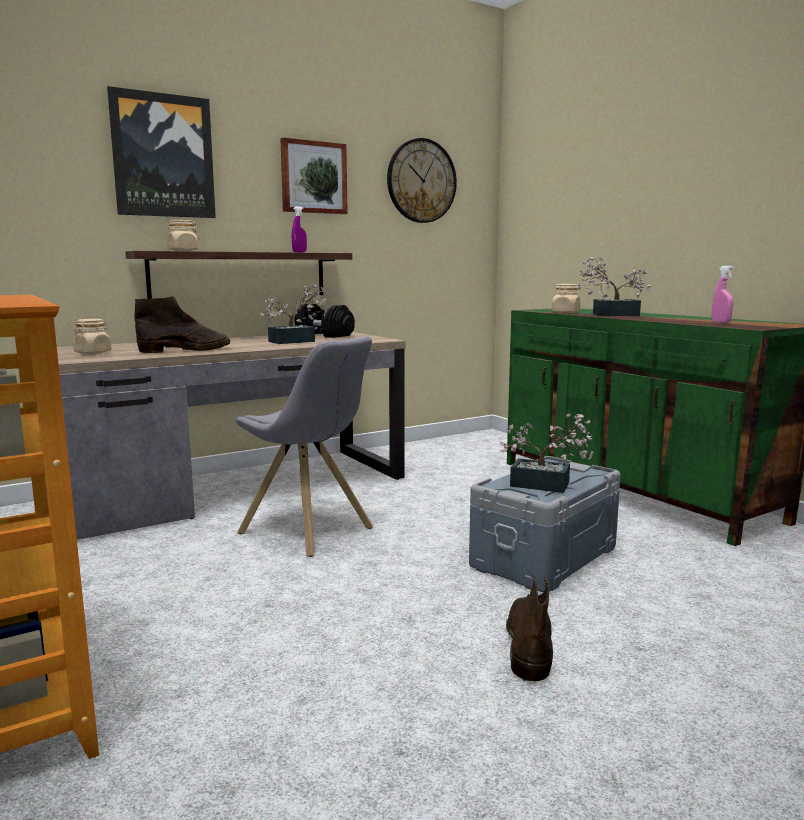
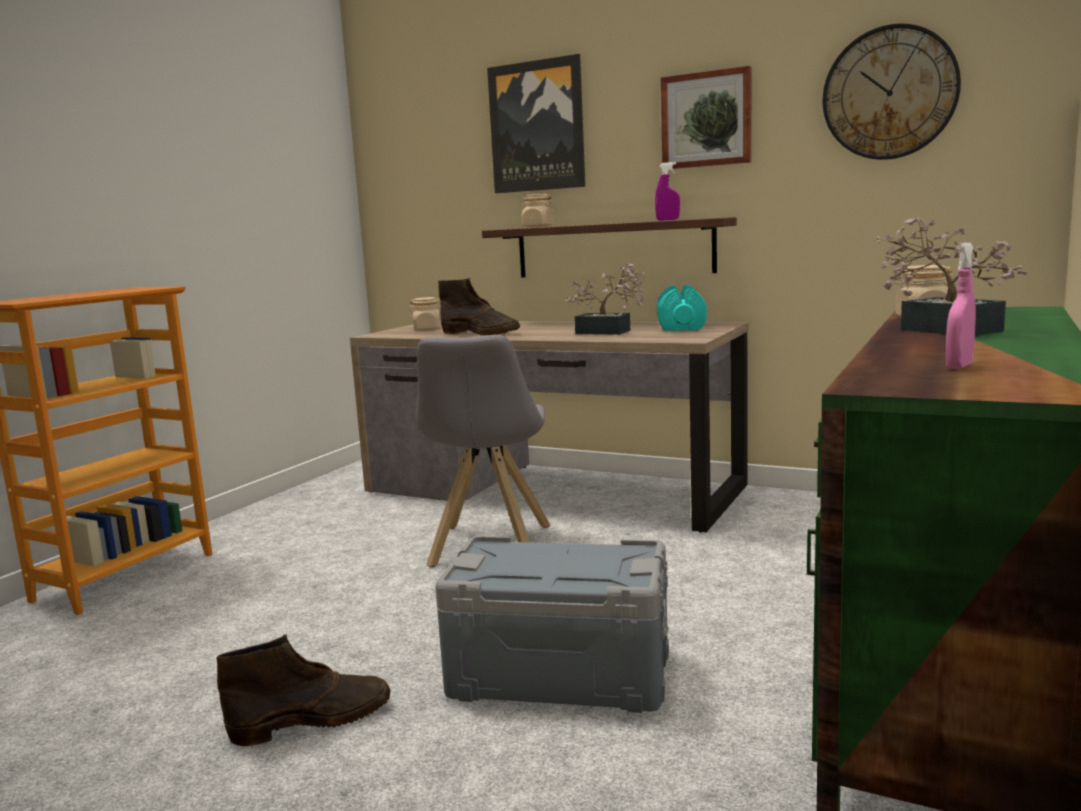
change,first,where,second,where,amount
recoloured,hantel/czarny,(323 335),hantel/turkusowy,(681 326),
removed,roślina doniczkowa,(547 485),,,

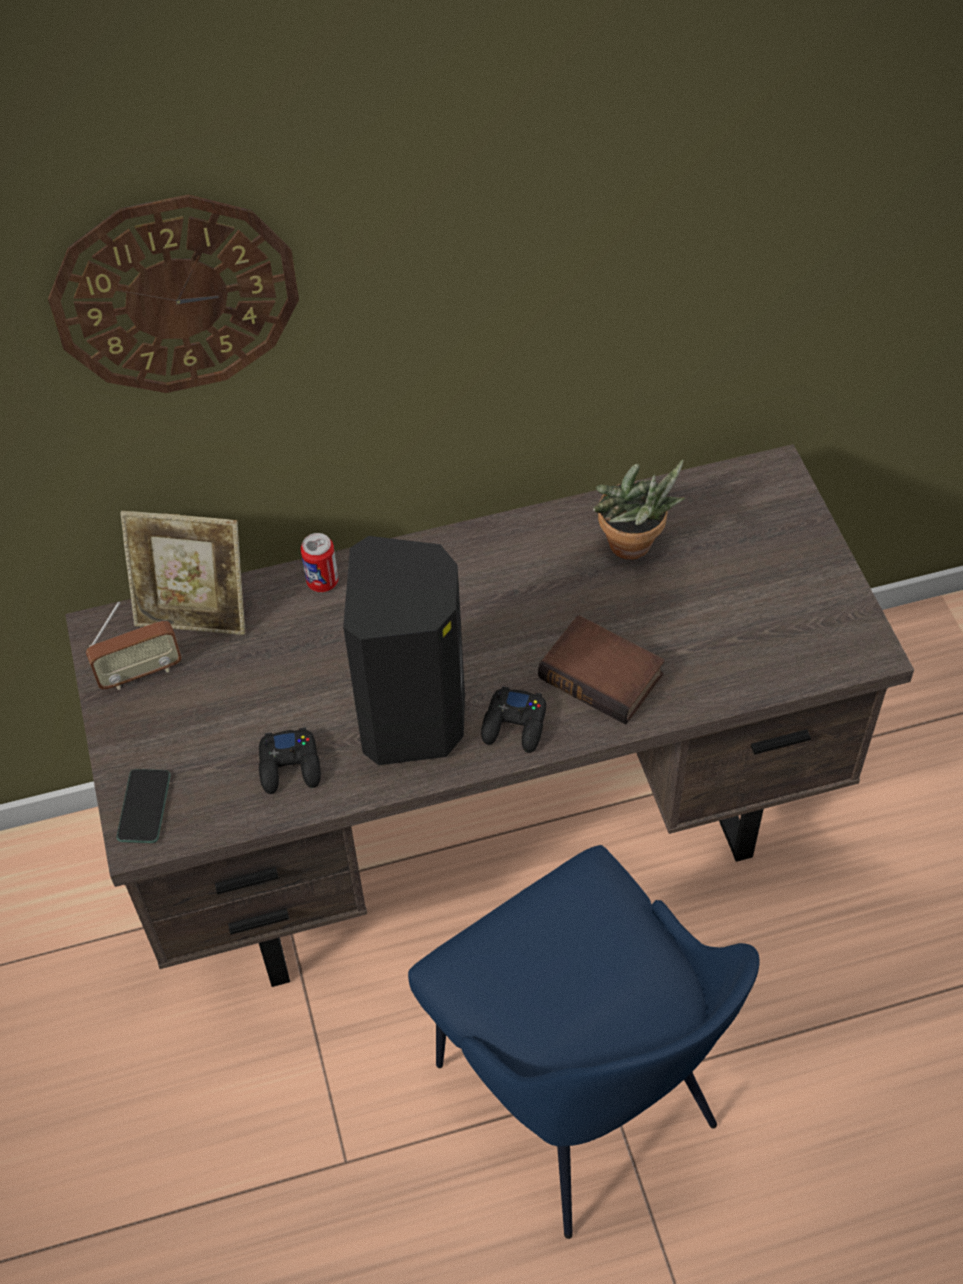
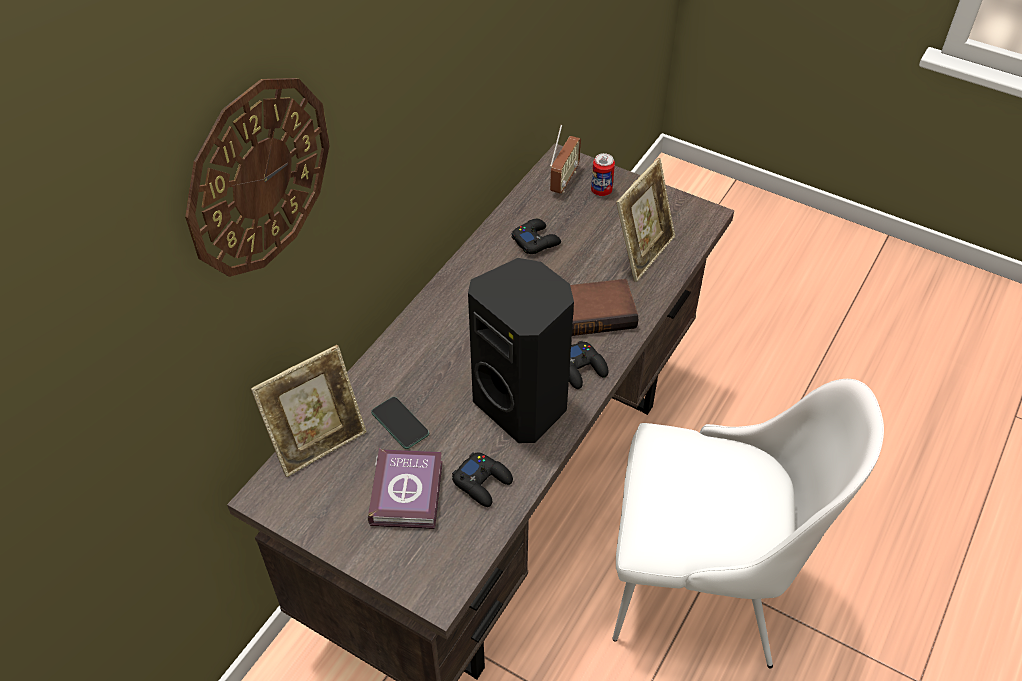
change,first,where,second,where,amount
moved,radio,(140 673),,(564 180),
moved,telefon,(144 807),,(400 423),
moved,puszka,(322 582),,(601 191),
recoloured,krzesło/niebieski,(578 1095),krzesło/biały,(699 592),
replaced,roślina doniczkowa,(633 549),pad do gier/czarny,(536 241),
added,,,książka,(408 491),
added,,,ramka na zdjęcie,(642 252),

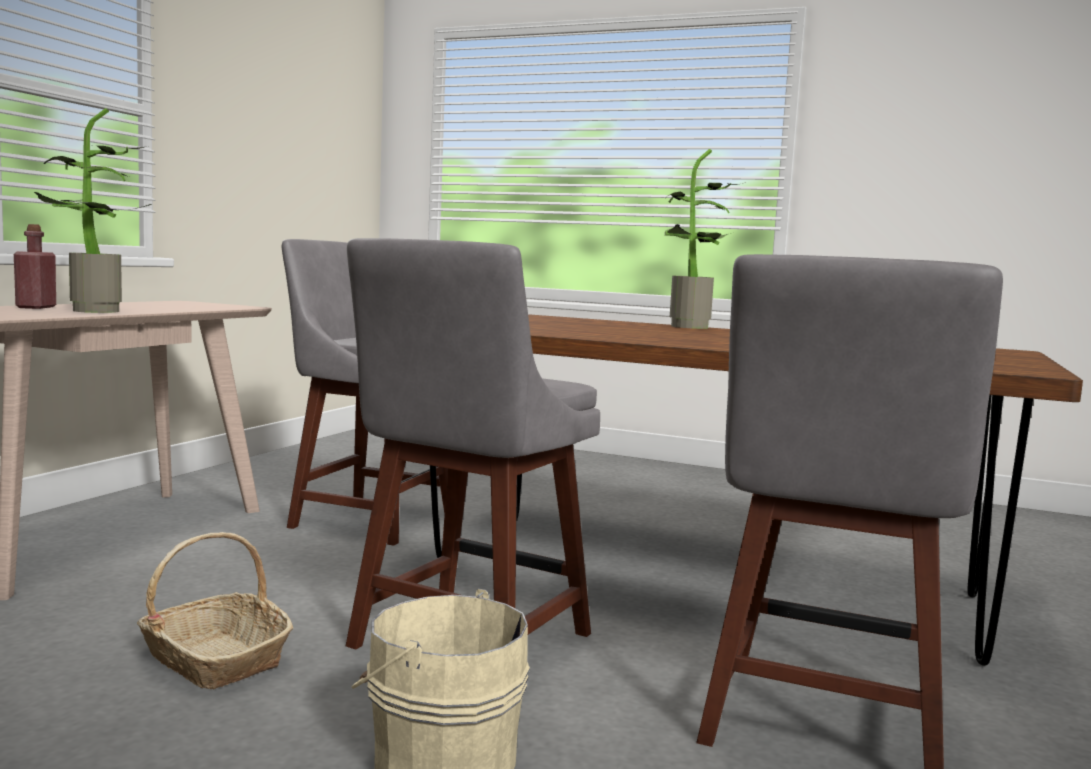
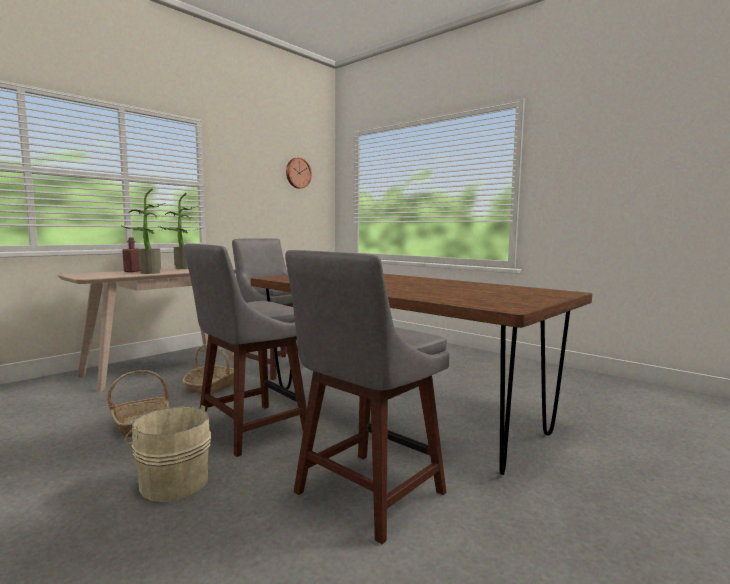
change,first,where,second,where,amount
moved,roślina doniczkowa,(690 327),,(182 268),
added,,,koszyk,(212 387),
added,,,zegar ścienny,(297 173),

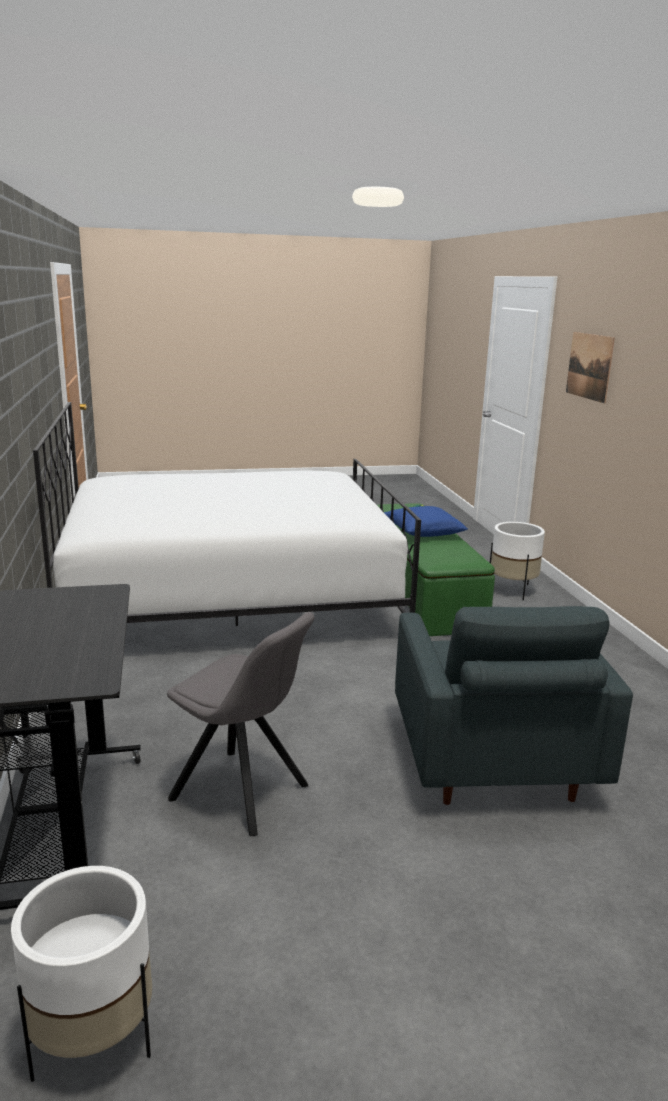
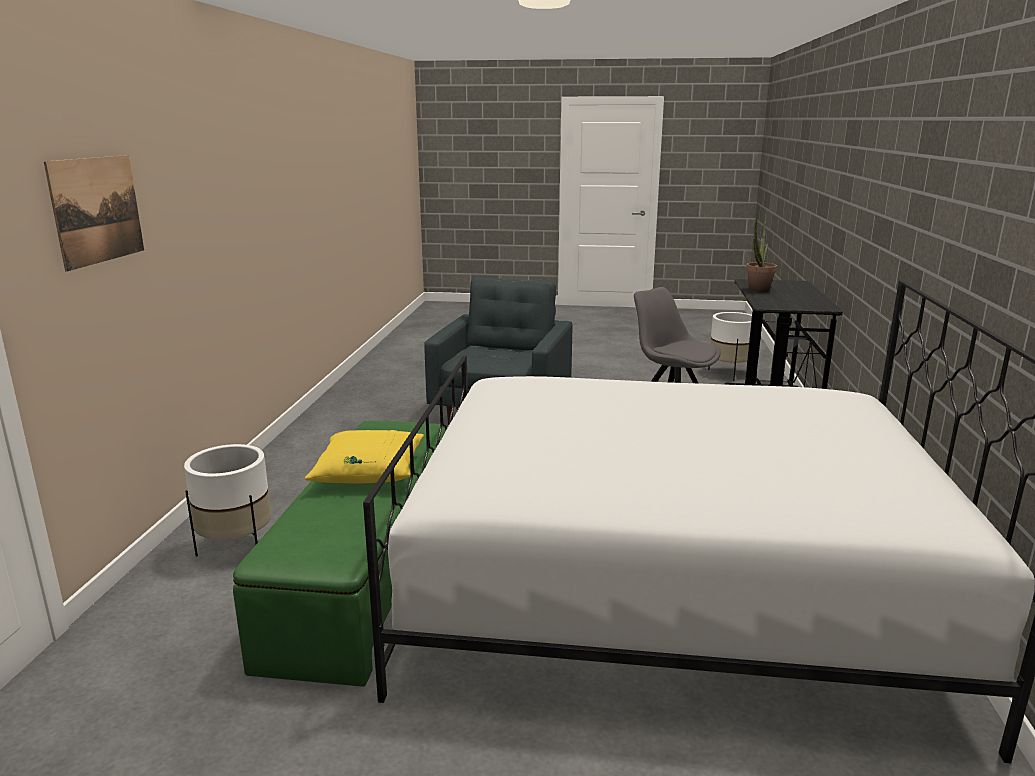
change,first,where,second,where,amount
recoloured,poduszka/niebieski,(423 533),poduszka/żółty,(369 474),
added,,,roślina doniczkowa,(757 291),

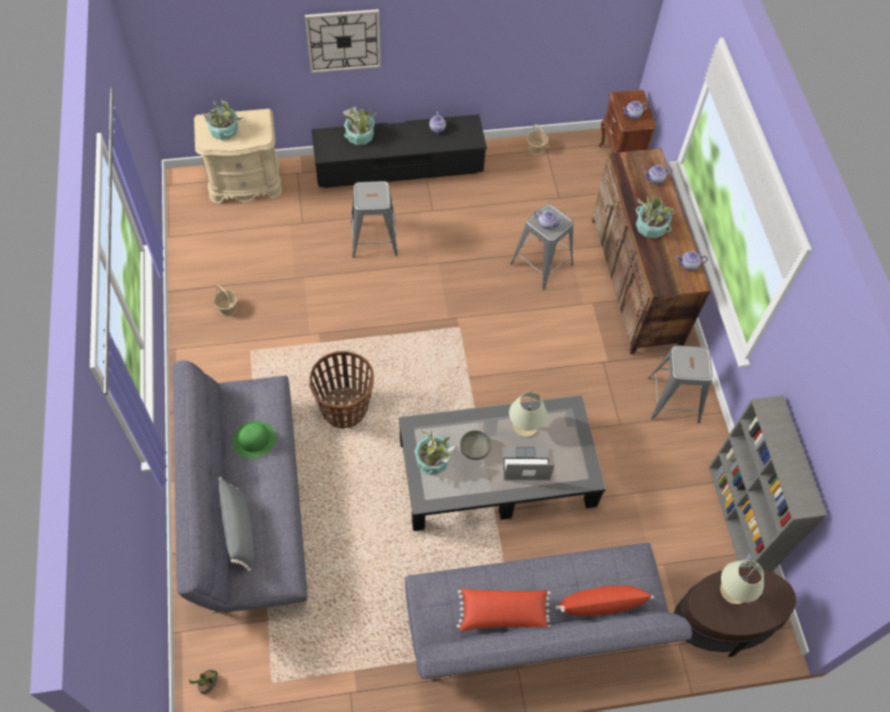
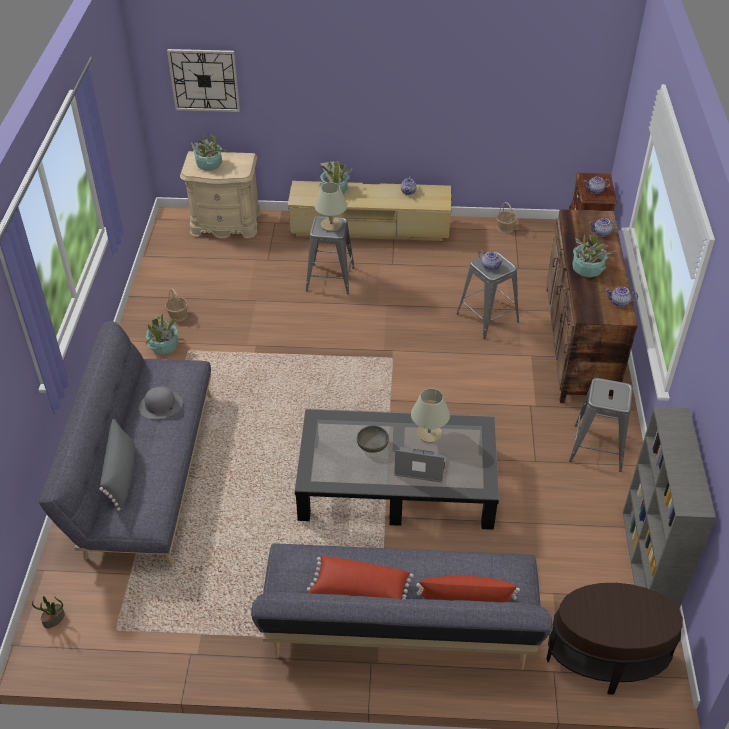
change,first,where,second,where,amount
recoloured,kapelusz/zielony,(254 440),kapelusz/szary,(160 405),
moved,zegar ścienny,(343 40),,(204 80),
removed,koszyk,(344 408),,,
recoloured,szafka pod telewizor/czarny,(399 167),szafka pod telewizor/beżowy,(370 228),
moved,roślina doniczkowa,(432 461),,(164 346),
moved,lampa stołowa/beżowy,(733 591),,(331 225),

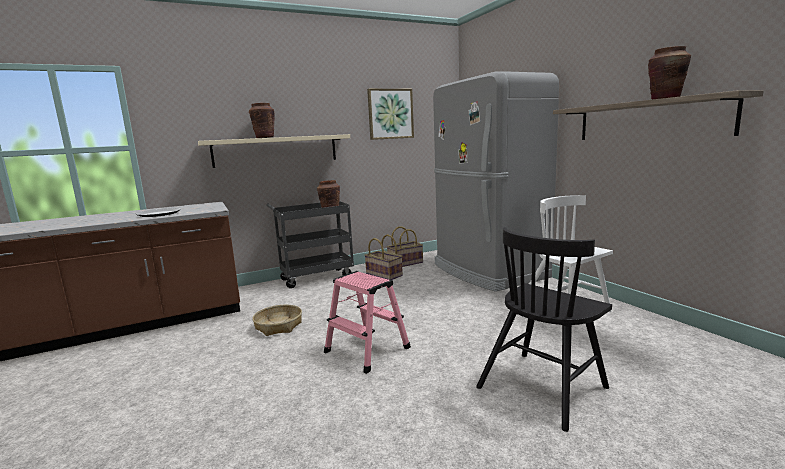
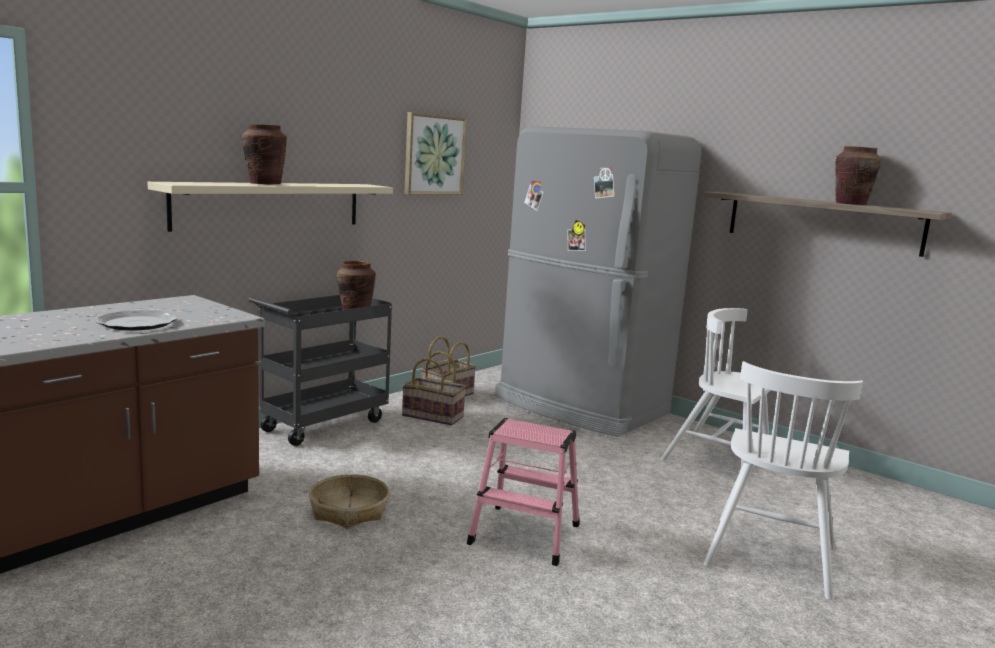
change,first,where,second,where,amount
recoloured,krzesło/czarny,(545 384),krzesło/biały,(771 551),

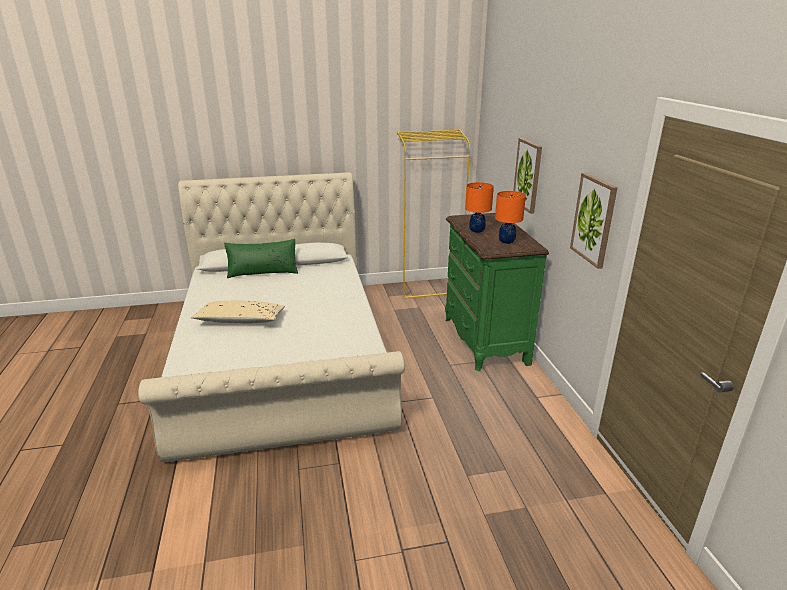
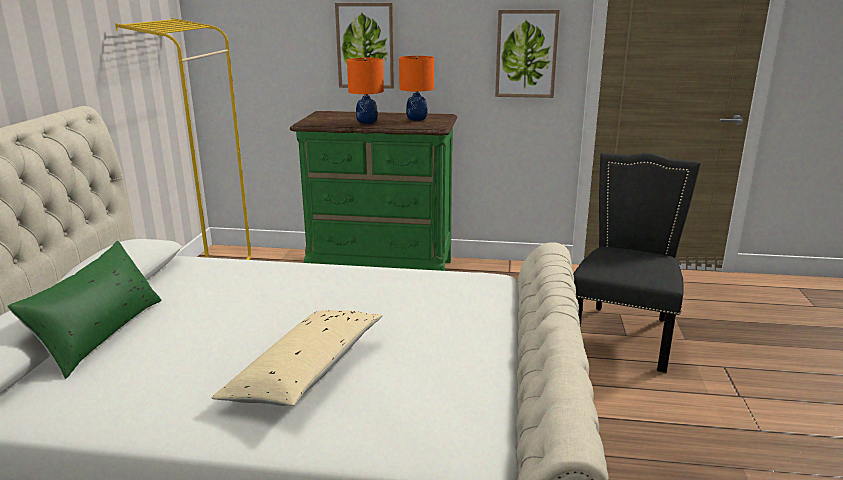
change,first,where,second,where,amount
added,,,krzesło/czarny,(623 338),

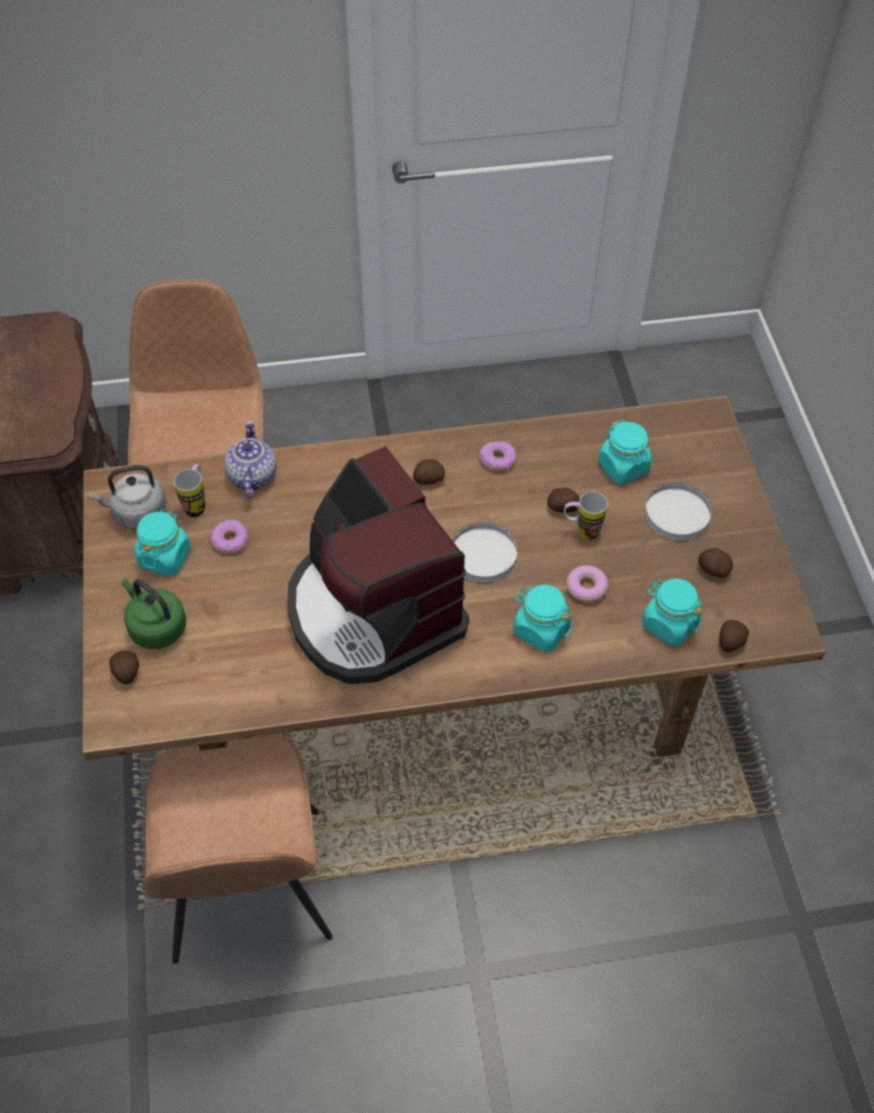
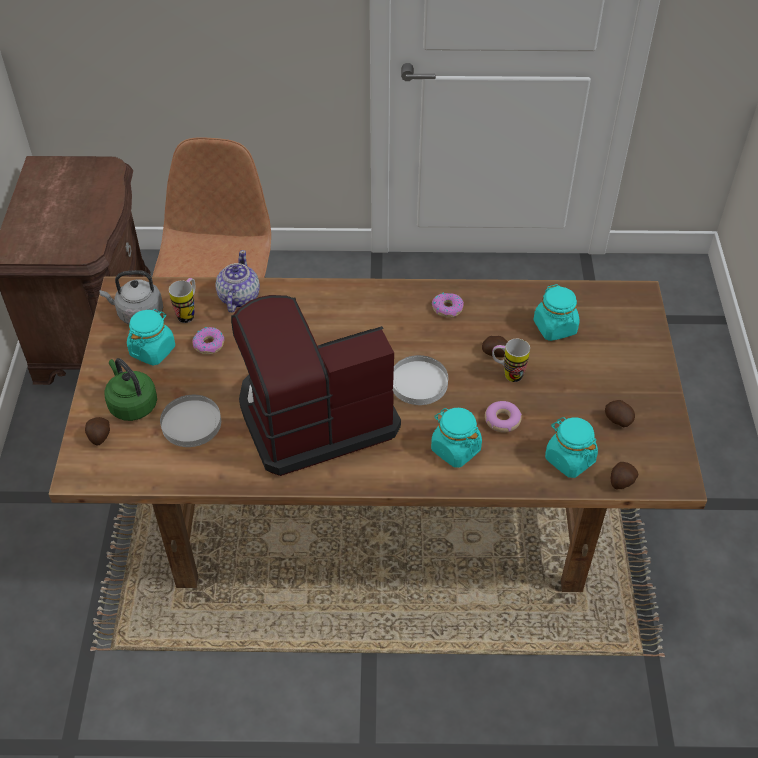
change,first,where,second,where,amount
removed,krzesło/brązowy,(248 890),,,
turned,ekspres do kawy,(372 611),,(314 415),90 degrees clockwise
removed,ziemniak,(428 480),,,
moved,talerz/biały,(677 513),,(191 423),

